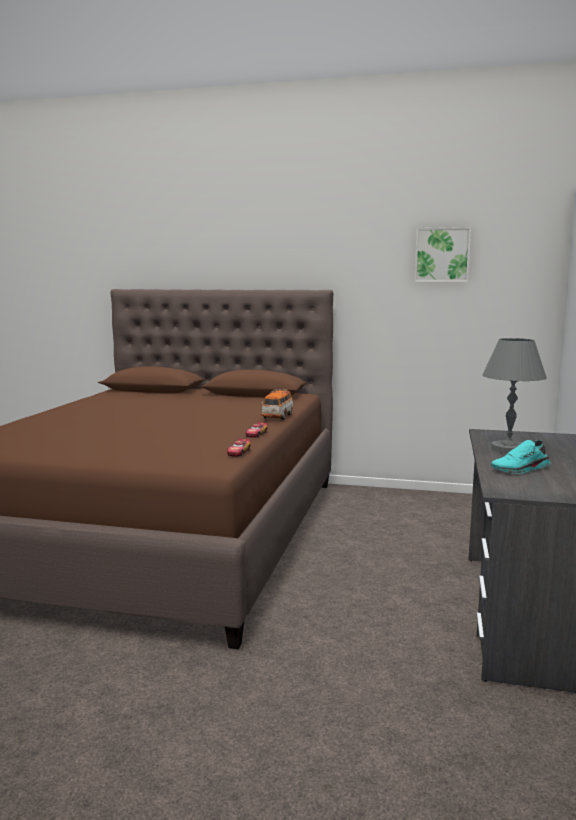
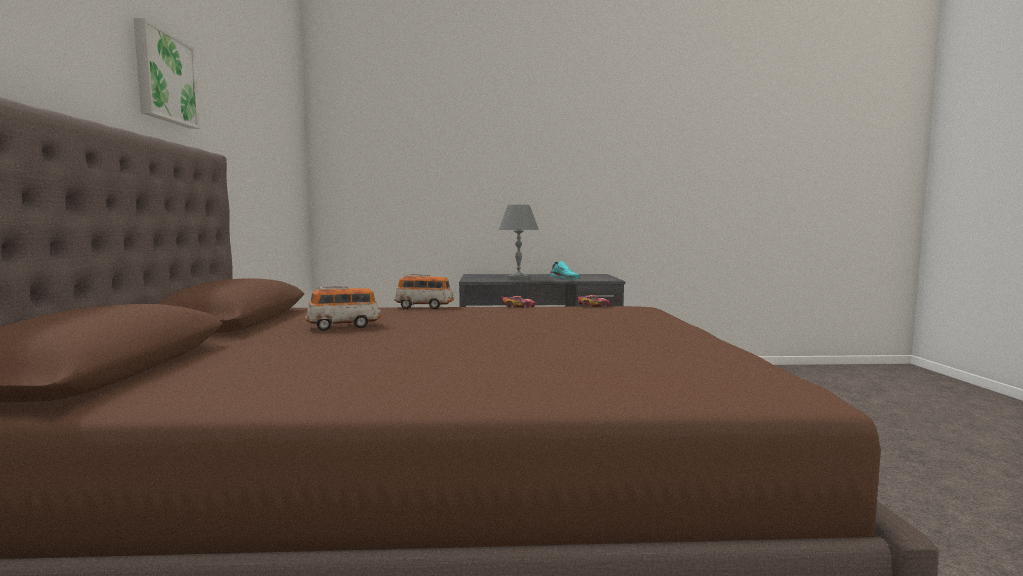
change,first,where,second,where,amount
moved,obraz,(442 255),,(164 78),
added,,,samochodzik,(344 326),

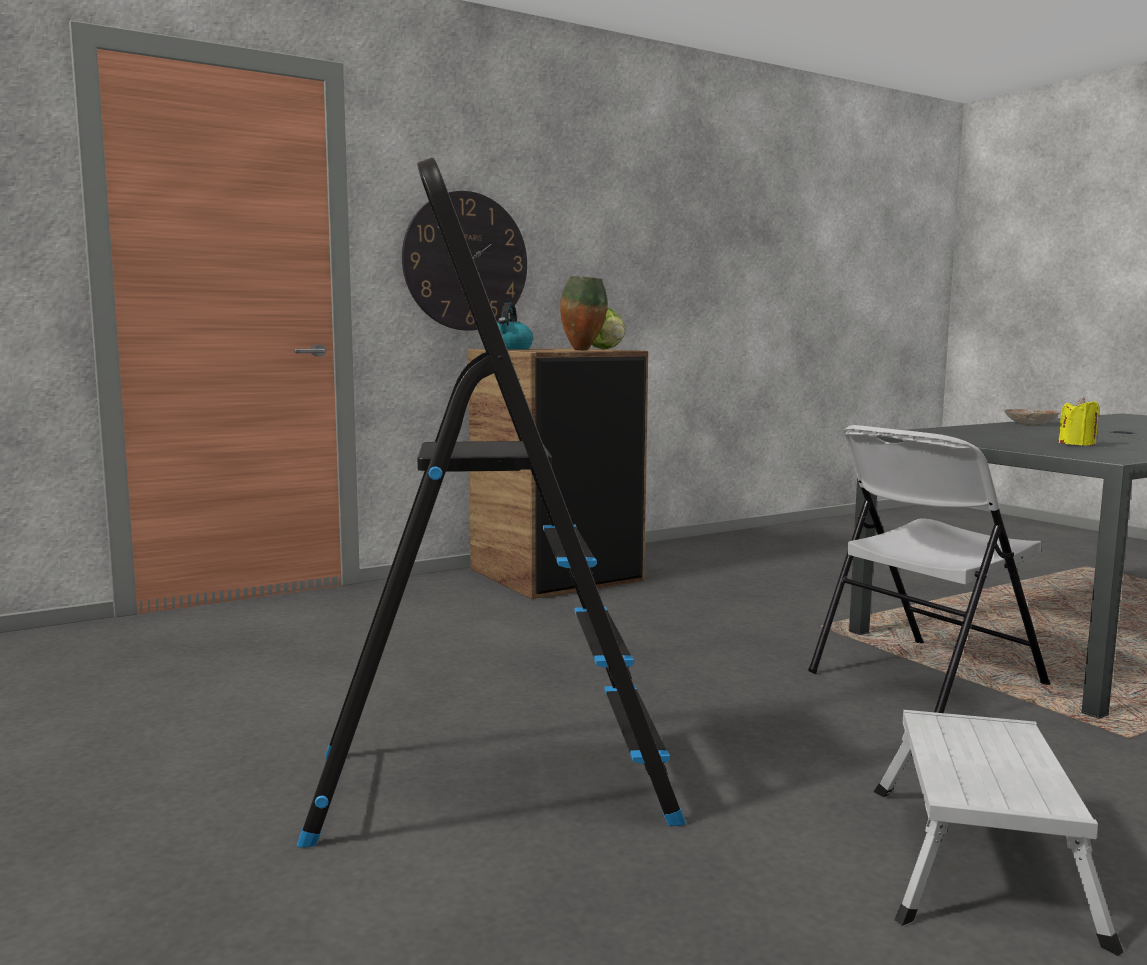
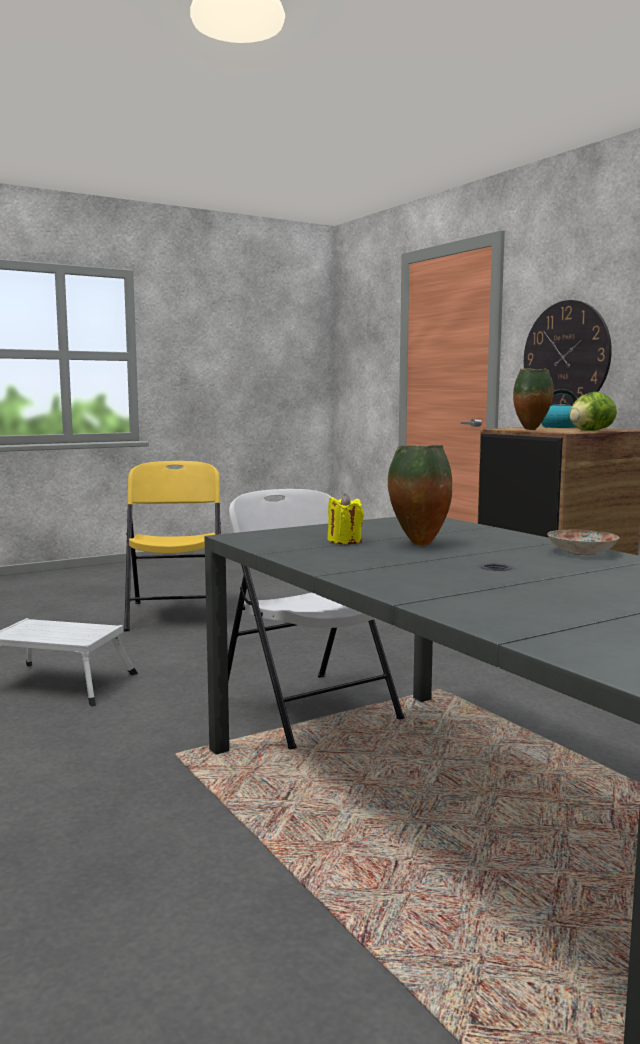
change,first,where,second,where,amount
replaced,drabinka/czarny,(495 787),krzesło/żółty,(177 615),
added,,,wazon,(417 544),

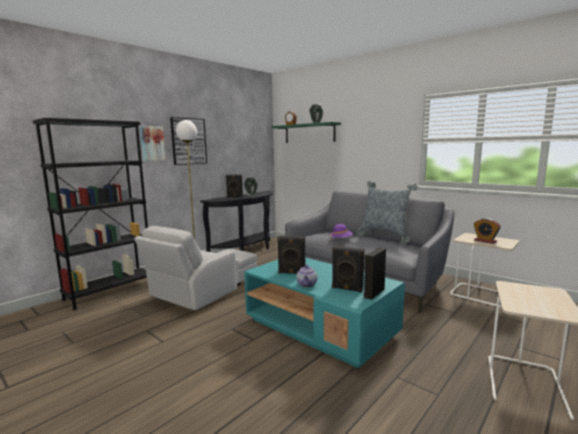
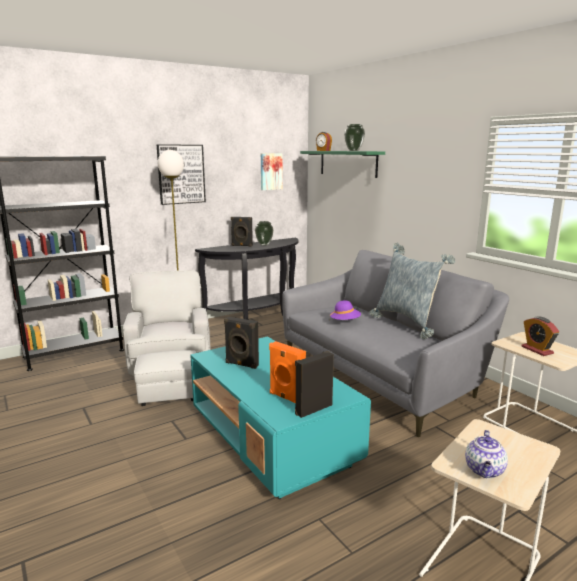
change,first,where,second,where,amount
turned,fotel/biały,(203 292),,(170 368),120 degrees clockwise
moved,obraz,(152 143),,(270 171),
moved,imbryk,(307 285),,(485 471),
recoloured,głośnik/czarny,(347 289),głośnik/pomarańczowy,(286 398),

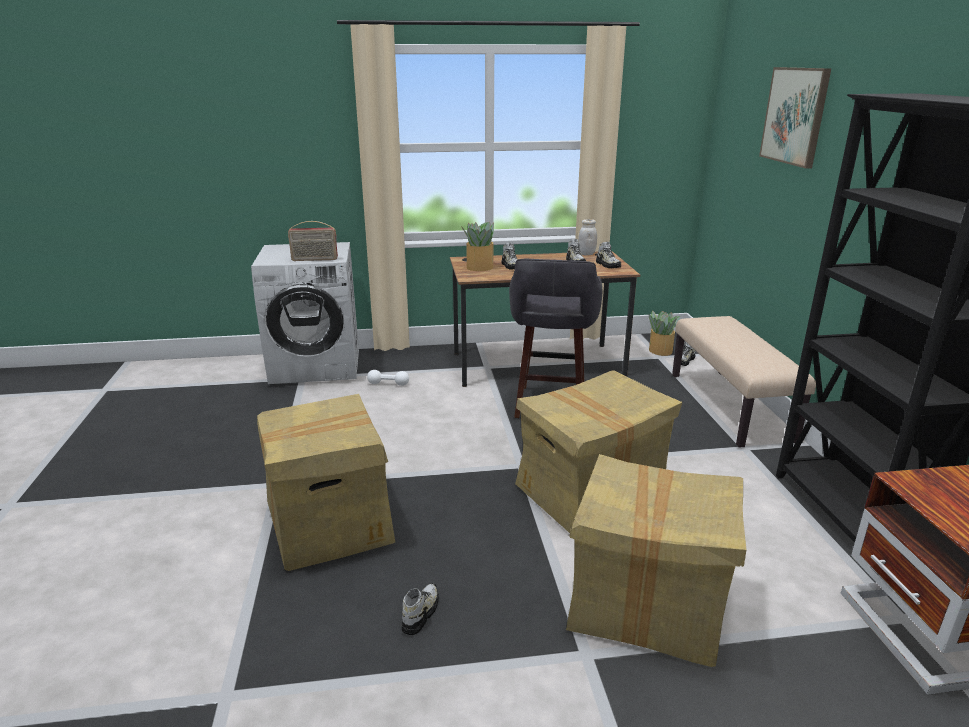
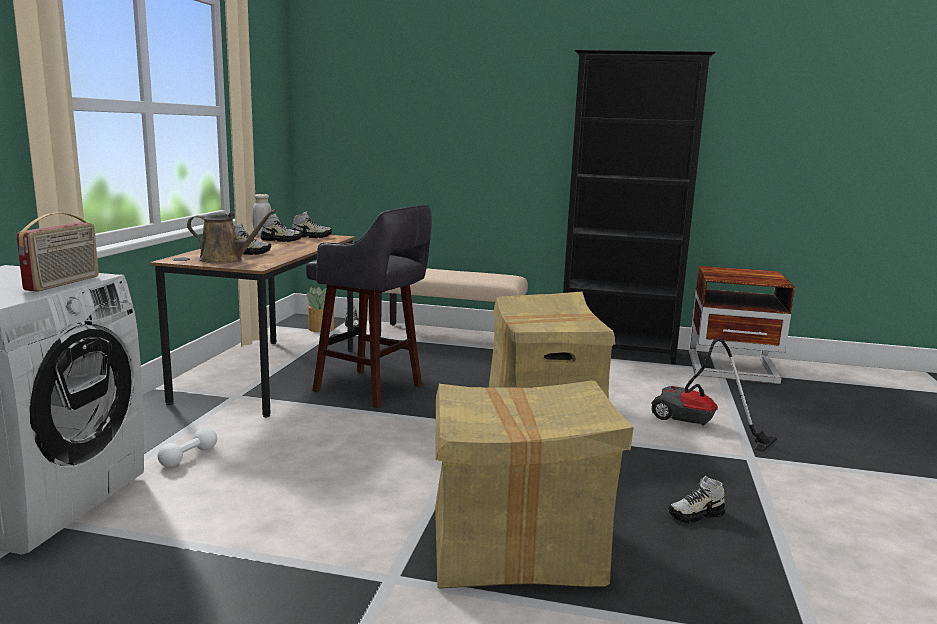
change,first,where,second,where,amount
turned,but,(420 613),,(696 515),60 degrees counterclockwise
replaced,roślina doniczkowa,(479 267),konewka/brązowy,(225 260),
replaced,karton,(647 605),odkurzacz,(698 426),
removed,obraz,(795 116),,,

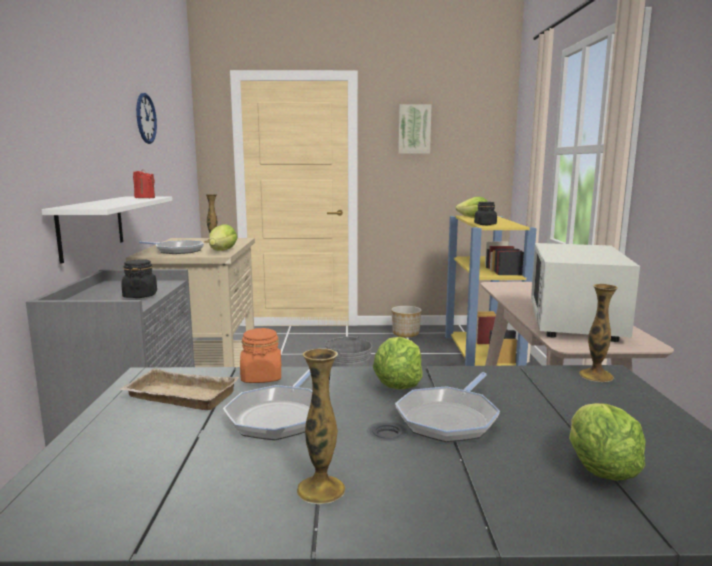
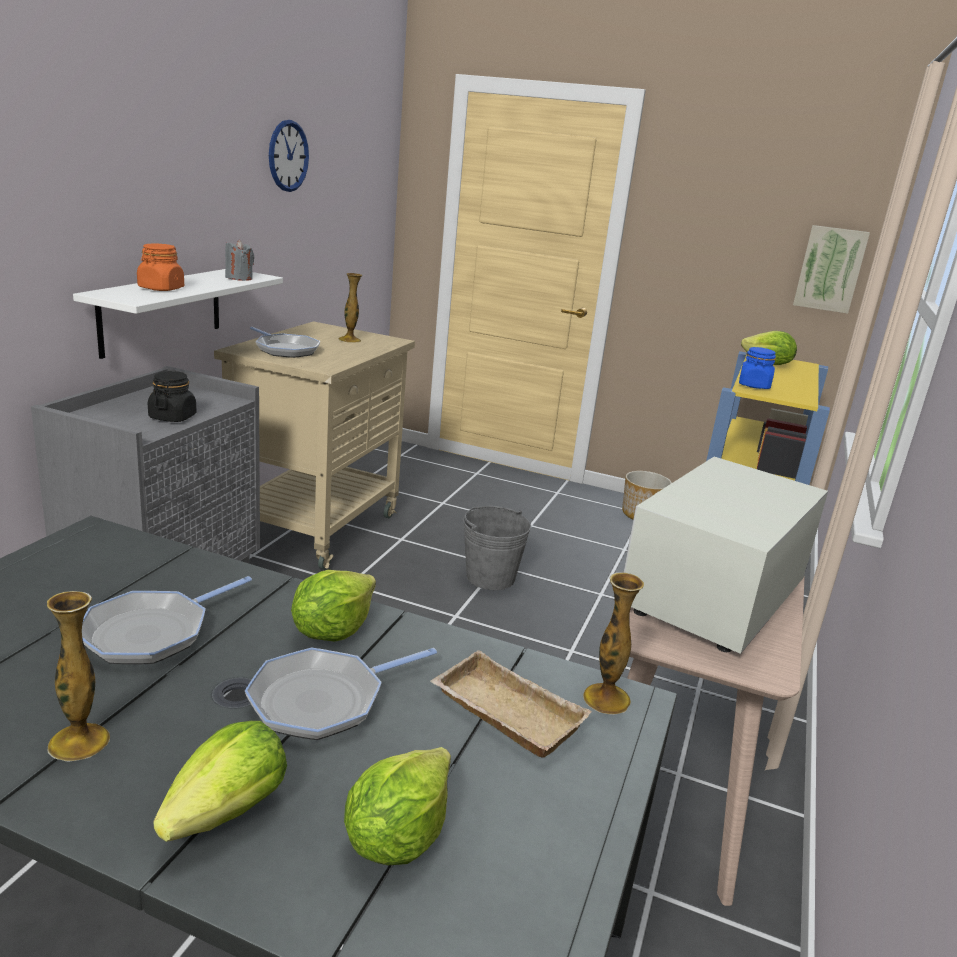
change,first,where,second,where,amount
moved,taca/beżowy,(178 397),,(503 713),
recoloured,świeca/czerwony,(144 198),świeca/szary,(239 278),
moved,sałata,(222 251),,(228 812),
moved,słoik/pomarańczowy,(261 377),,(161 289),
moved,obraz,(414 129),,(830 269),
recoloured,słoik/czarny,(485 224),słoik/niebieski,(754 385),

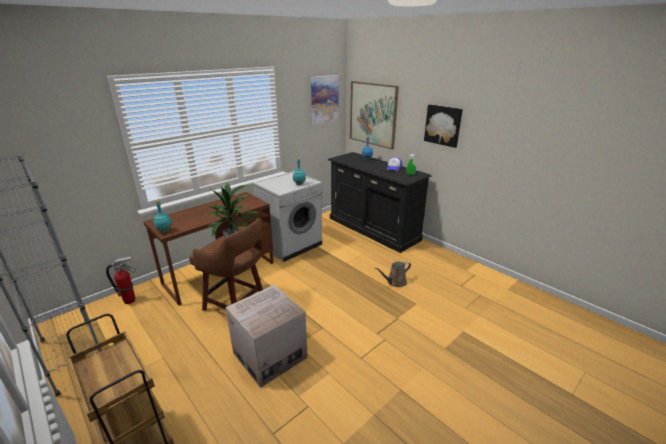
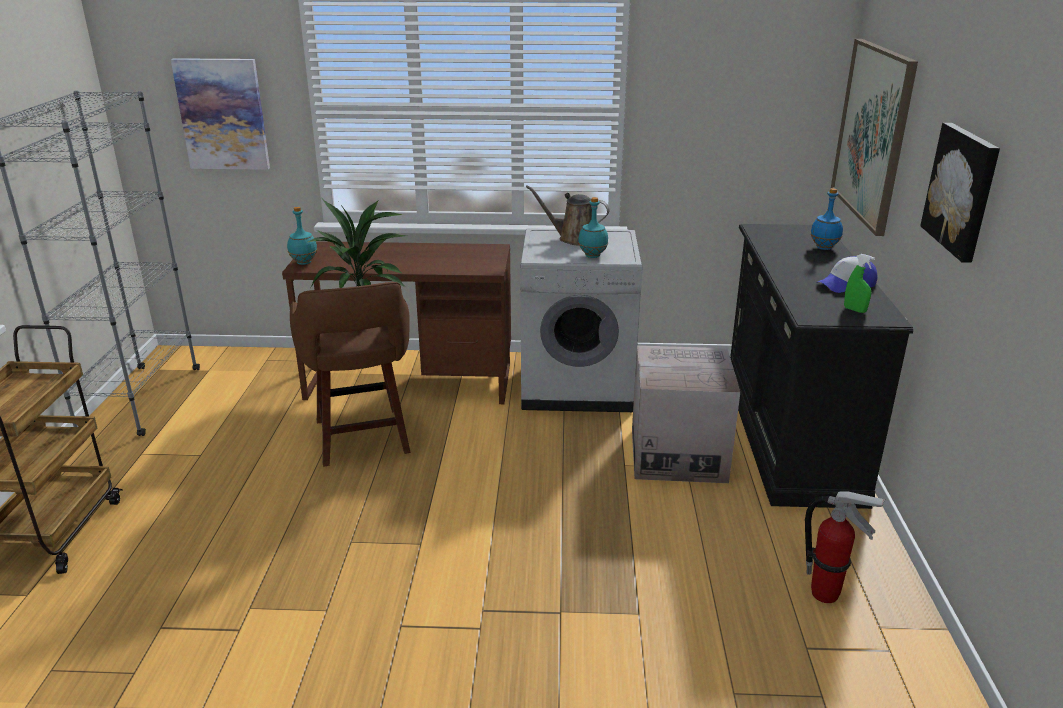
change,first,where,second,where,amount
moved,gaśnica,(130 301),,(826 595),
moved,karton,(270 355),,(677 455),
moved,obraz,(324 99),,(223 114),
moved,konewka/brązowy,(395 282),,(574 239),

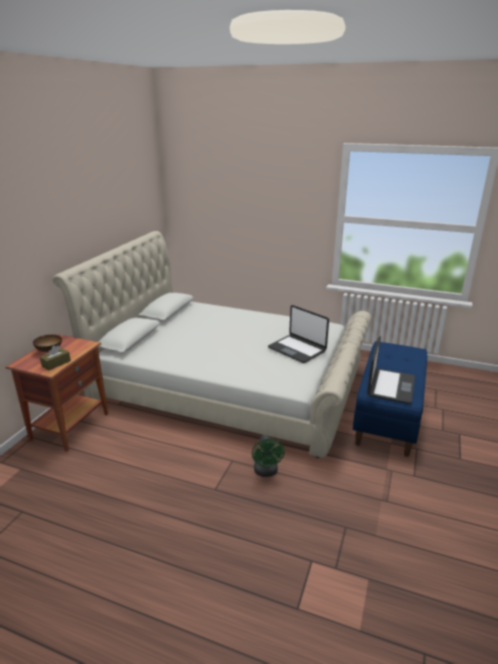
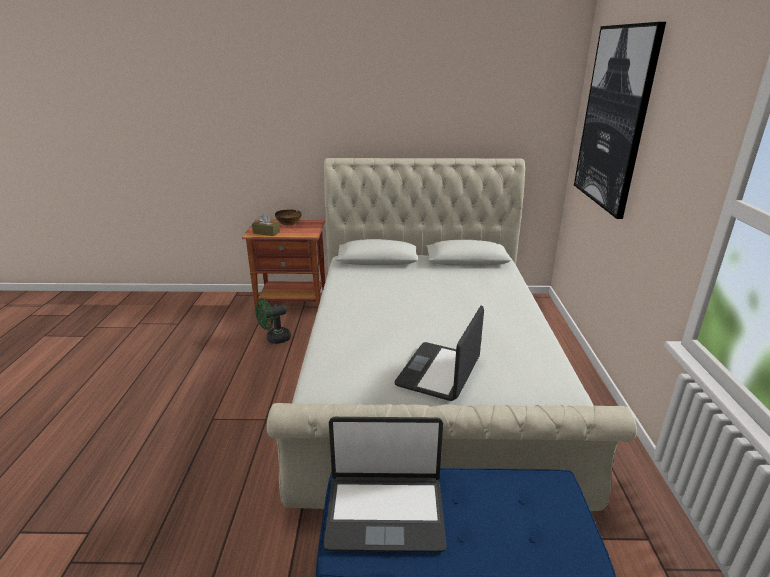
change,first,where,second,where,amount
moved,wentylator/zielony,(266 472),,(274 339),
added,,,obraz,(614 118),

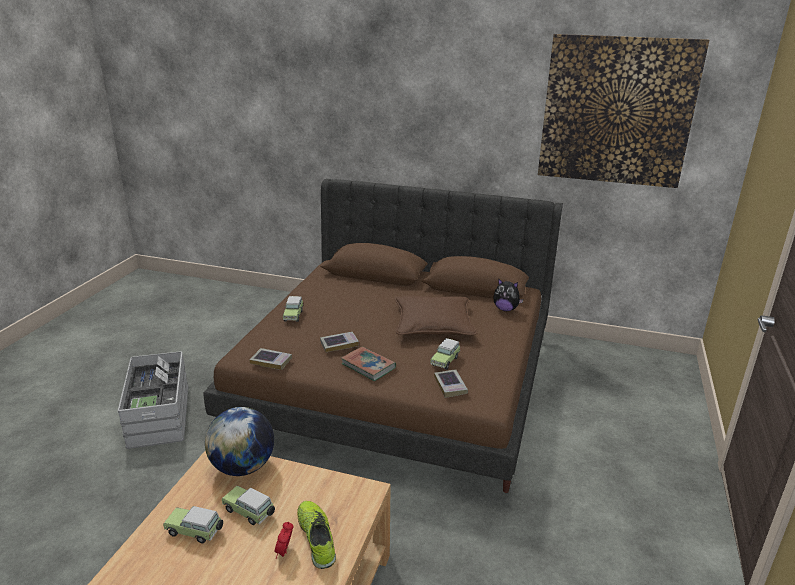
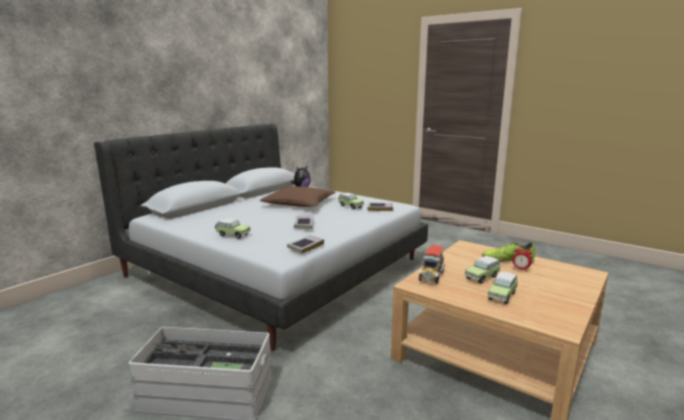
change,first,where,second,where,amount
recoloured,łóżko/brązowy,(399 380),łóżko/szary,(276 267),
replaced,globus,(243 467),ciężarówka zabawkowa,(431 276),
removed,książka,(368 366),,,
removed,obraz,(616 111),,,

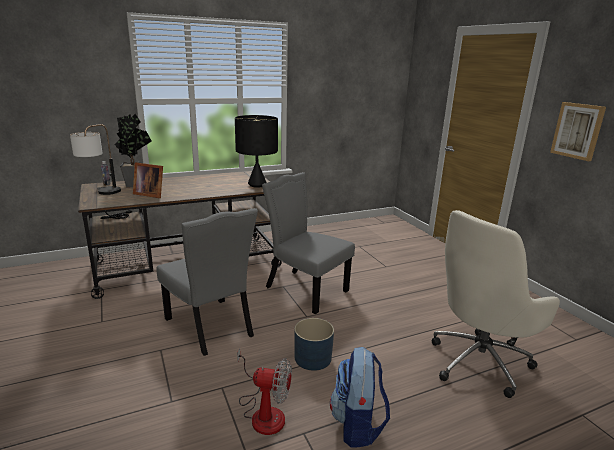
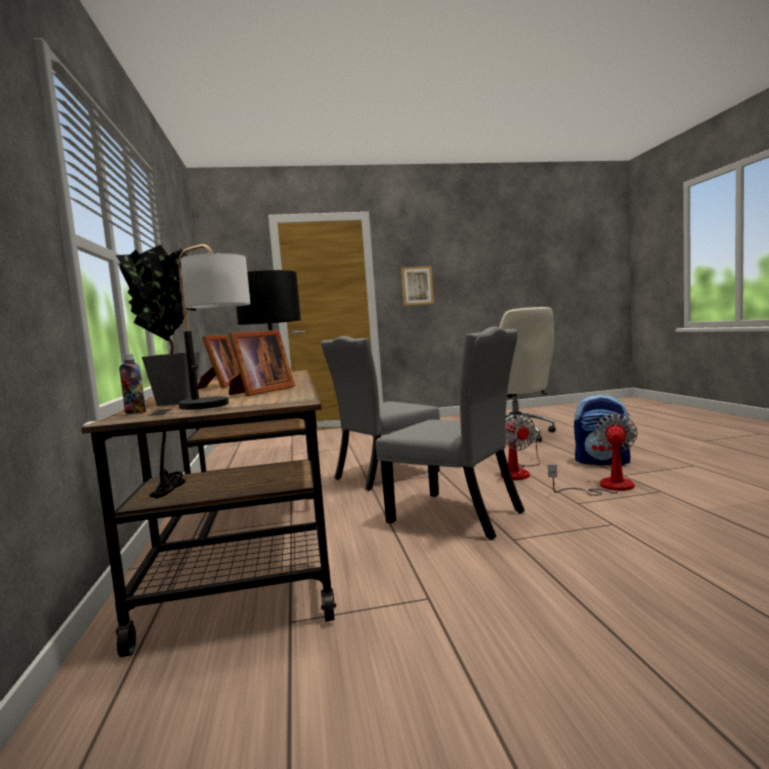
change,first,where,second,where,amount
turned,krzesło/szary,(210 325),,(454 515),60 degrees clockwise
replaced,donica/niebieski,(313 358),wentylator,(519 472),
added,,,ramka na zdjęcie,(221 386),

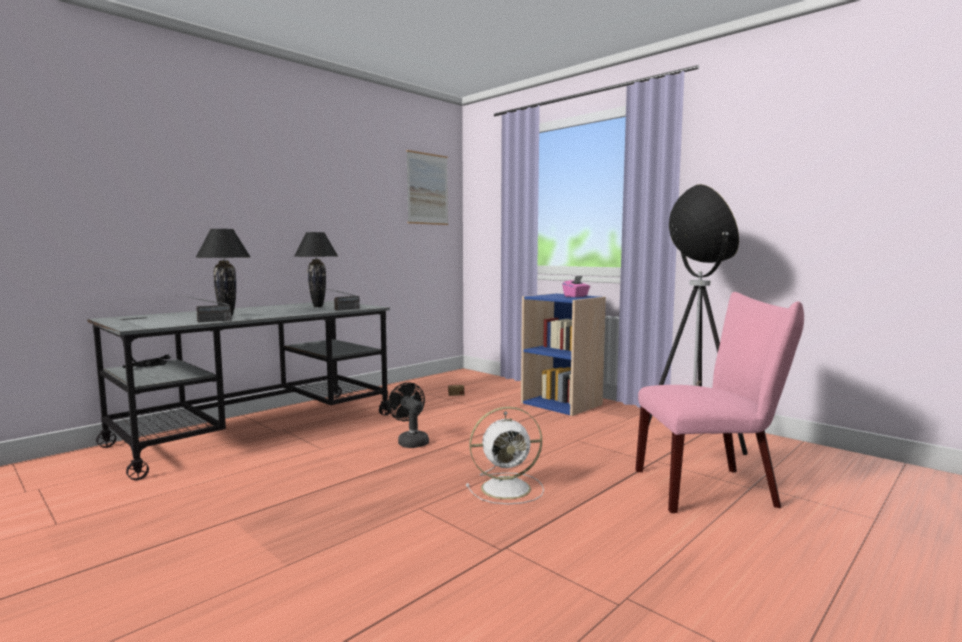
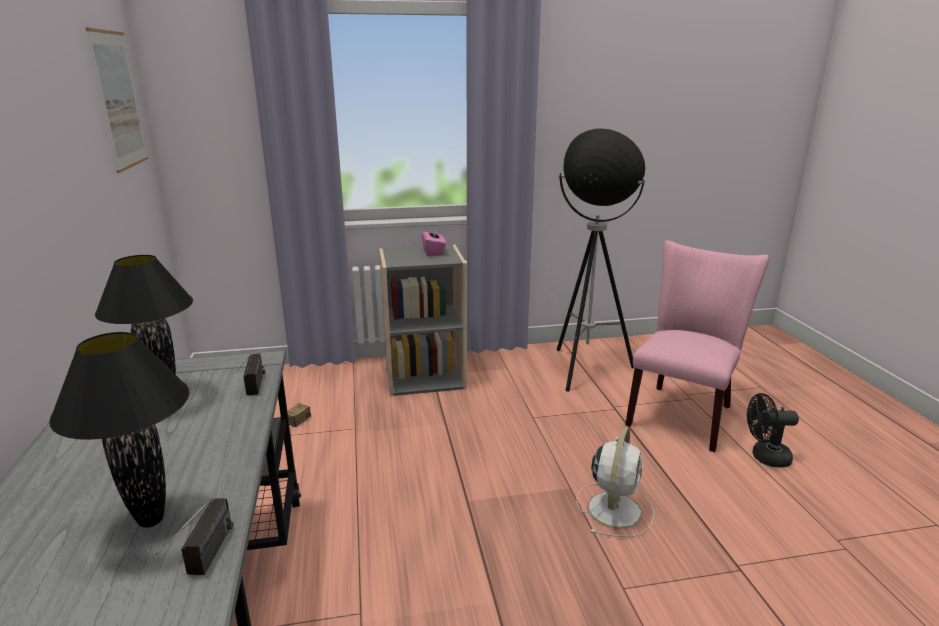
change,first,where,second,where,amount
moved,wentylator/czarny,(410 441),,(764 457),
recoloured,regał/niebieski,(562 403),regał/szary,(425 377),

